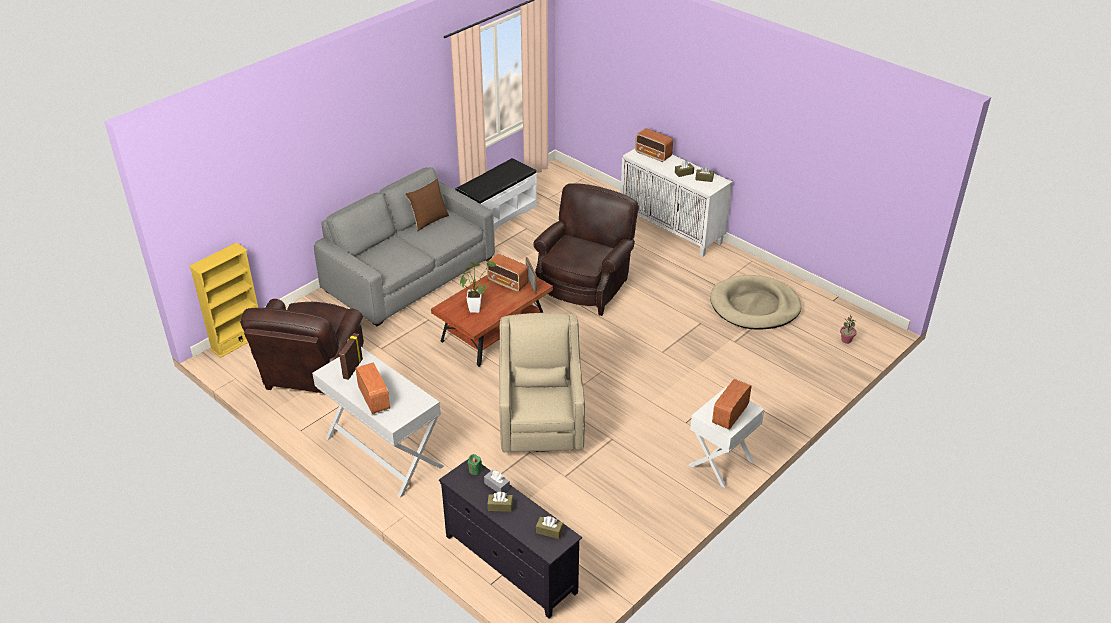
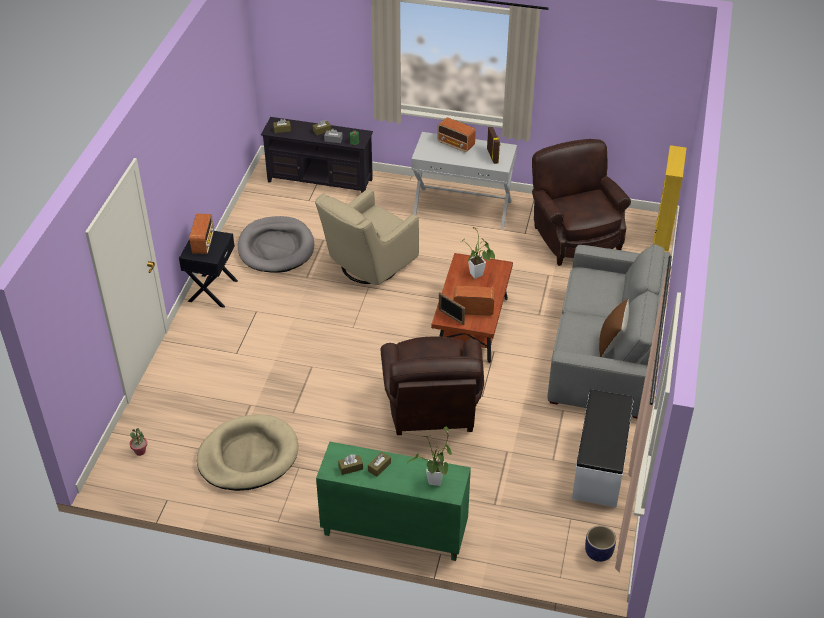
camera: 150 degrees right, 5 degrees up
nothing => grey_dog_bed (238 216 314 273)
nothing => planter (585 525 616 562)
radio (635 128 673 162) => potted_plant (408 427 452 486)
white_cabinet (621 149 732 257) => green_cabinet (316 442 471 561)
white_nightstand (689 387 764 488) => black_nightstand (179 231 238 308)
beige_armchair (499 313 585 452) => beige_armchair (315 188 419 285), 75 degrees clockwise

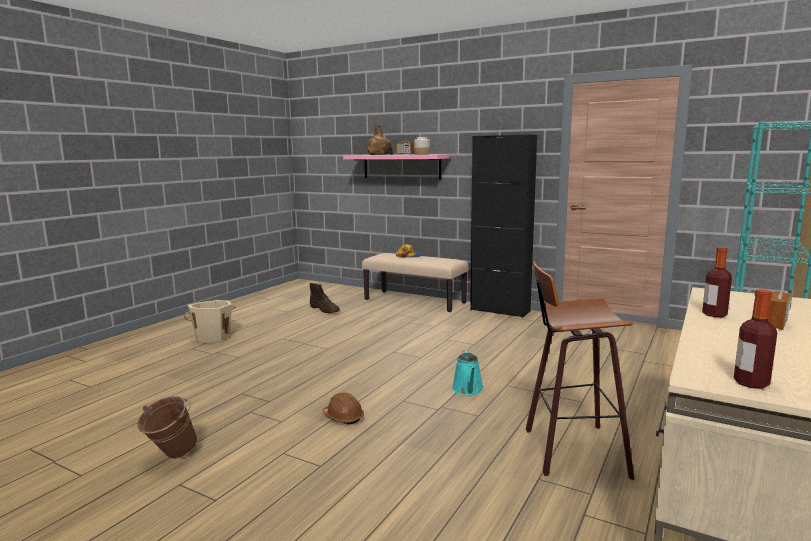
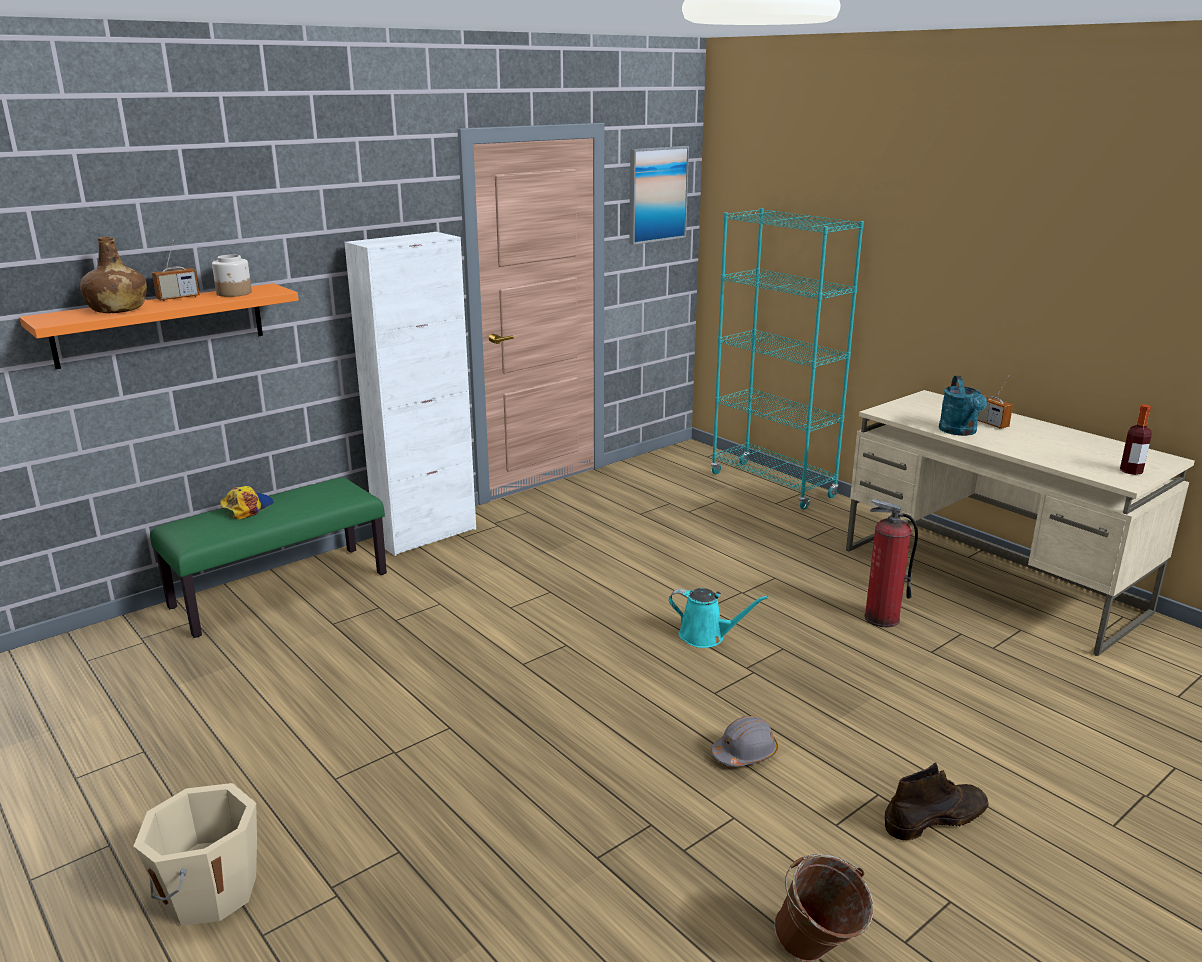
camera: 70 degrees left, 10 degrees up
nothing => picture (629 146 689 245)
brown_boot (310 283 340 313) => brown_boot (885 762 989 841), move
stool (526 261 634 480) => fire_extinguisher (864 498 918 627)
bottle (702 247 732 317) => turquoise_watering_can (939 376 987 436)
brown_hard_hat (323 392 364 424) => grey_hard_hat (711 716 778 766)
pink_shelf (343 154 449 179) => orange_shelf (19 283 299 369)
beige_bench (362 253 469 312) => green_bench (150 478 387 638)
black_cabinet (470 135 537 318) => white_cabinet (345 232 476 556)

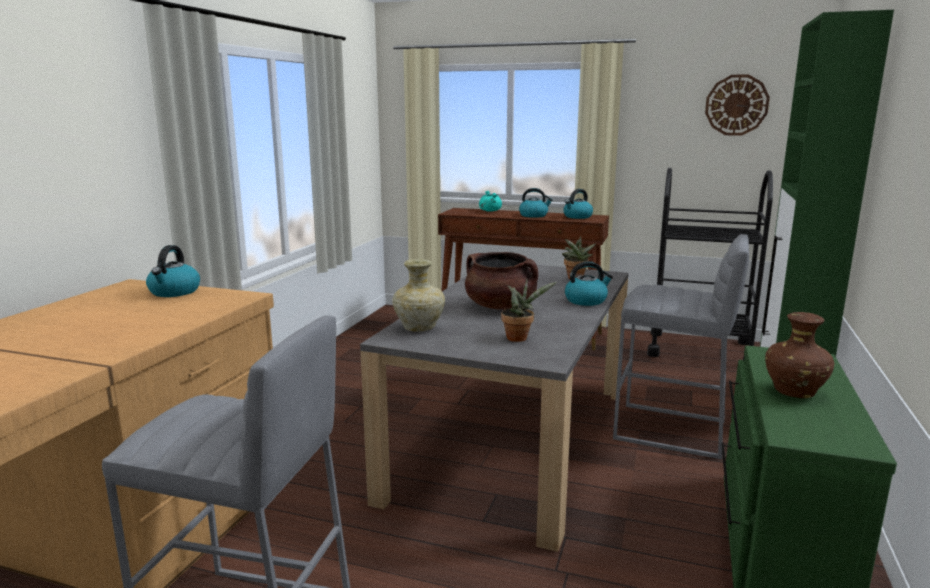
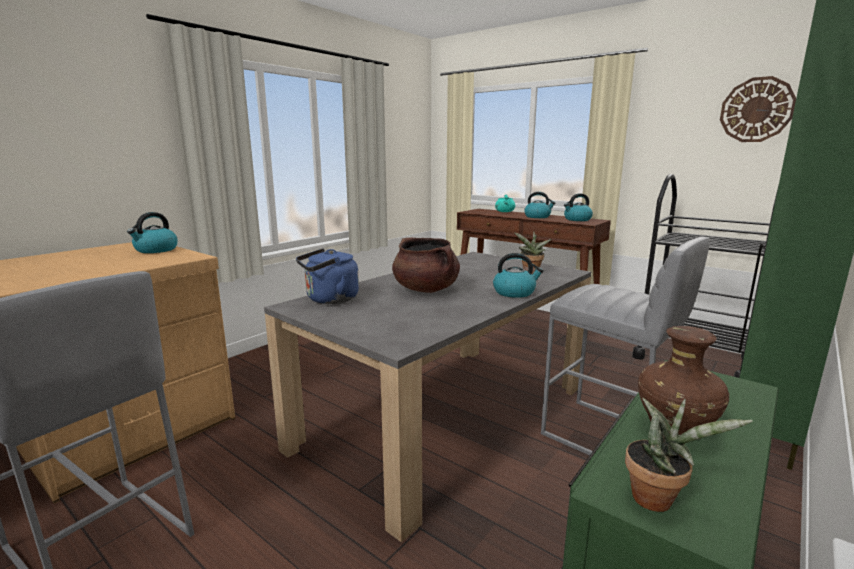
camera: 20 degrees right, 0 degrees up
potted_plant (501 279 557 342) => potted_plant (625 398 753 512), move
beige_vase (392 259 445 332) => blue_kettle (296 248 359 304)

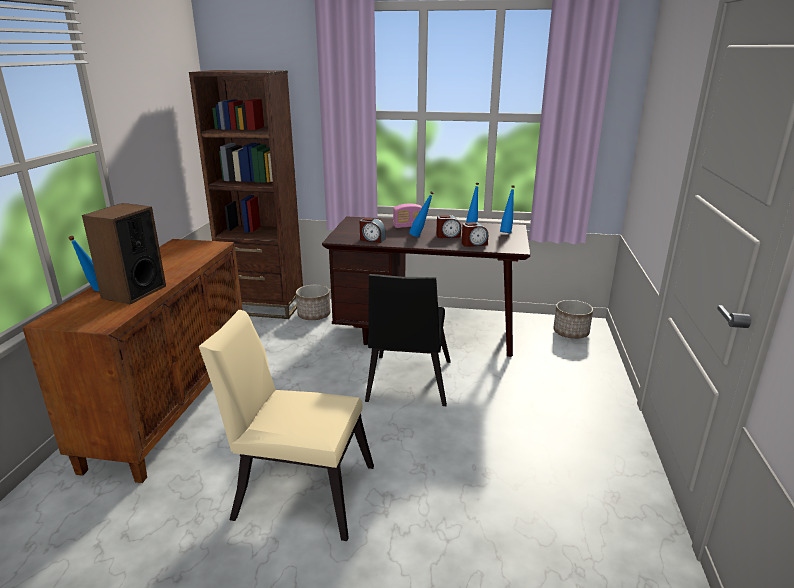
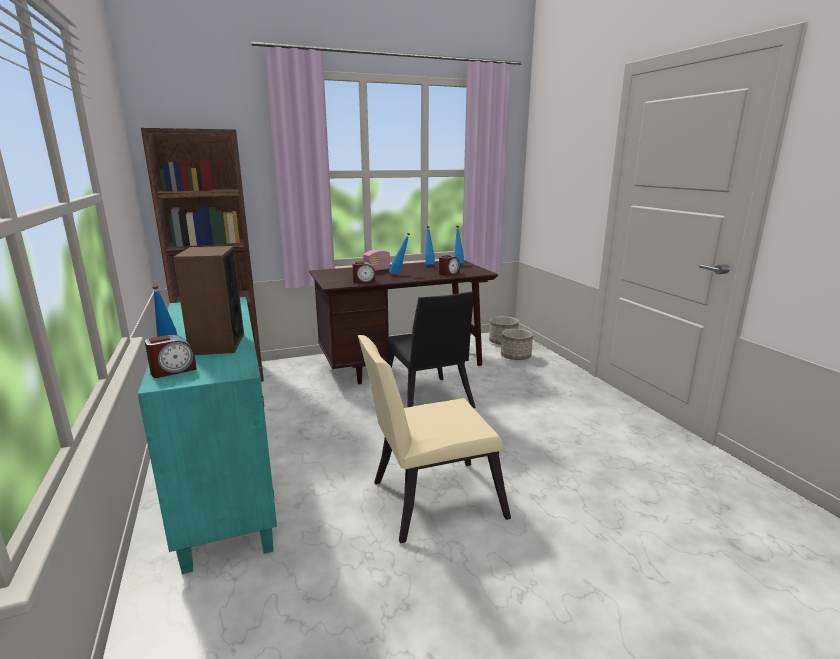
camera: 30 degrees left, 5 degrees down
planter (296 285 331 320) => planter (501 329 533 360), move
alarm_clock (436 215 461 238) => alarm_clock (145 335 197 378), move
brown_cabinet (22 239 243 483) => turquoise_cabinet (138 297 277 574)

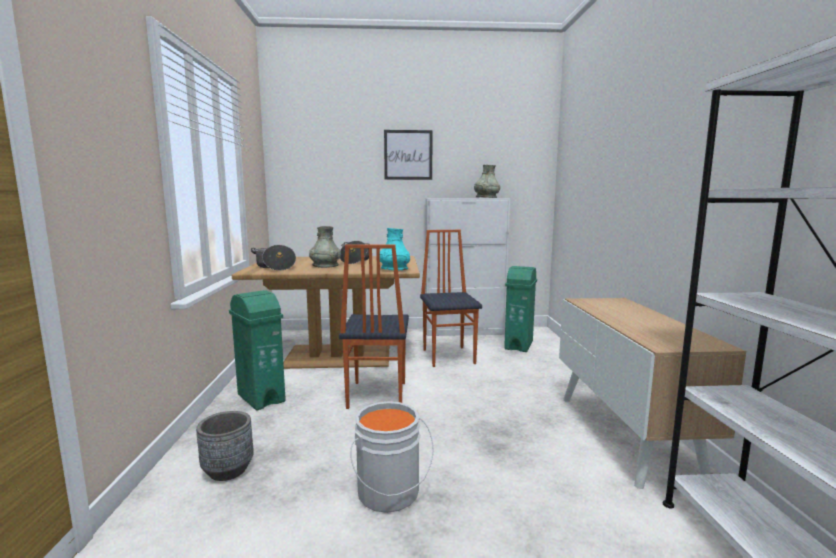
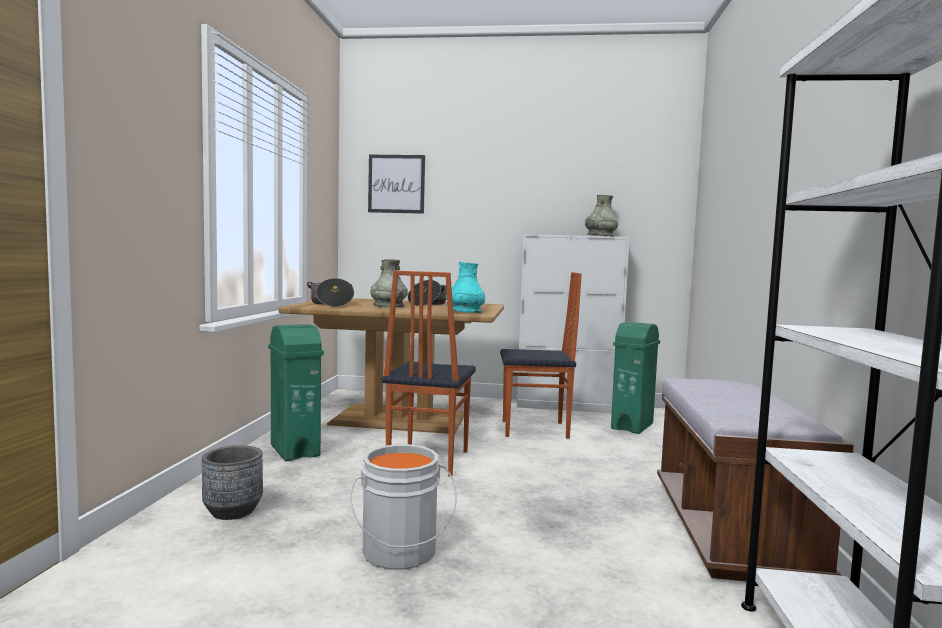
camera: 10 degrees right, 5 degrees down
picture (384 130 433 180) => picture (368 155 425 214), move
cabinet (559 298 746 489) => brown_bench (657 378 854 581)
chair (420 230 482 367) => chair (500 272 582 439), 90 degrees clockwise

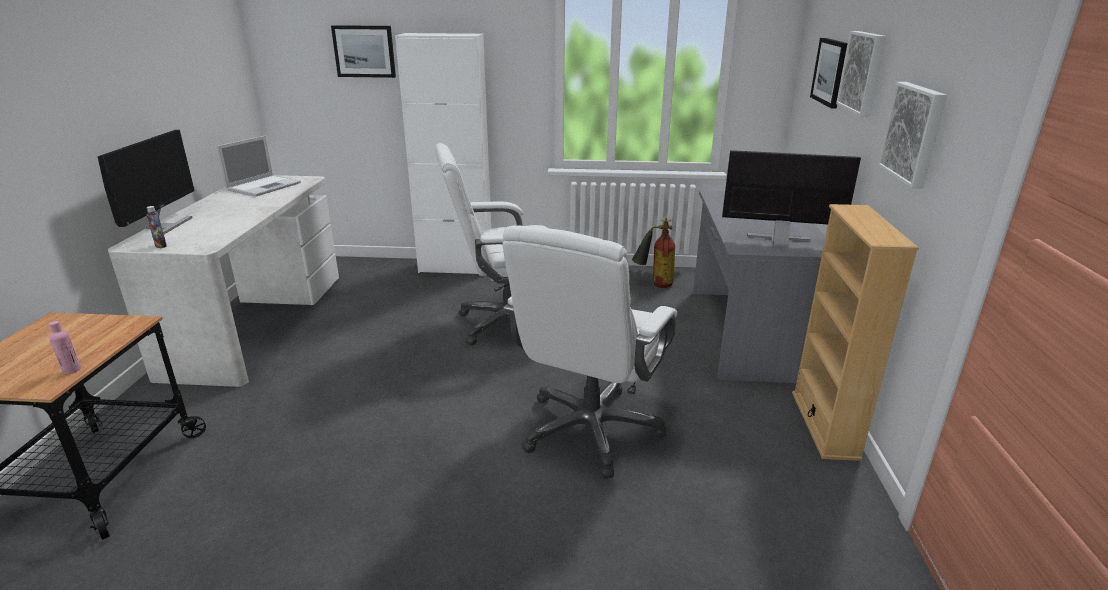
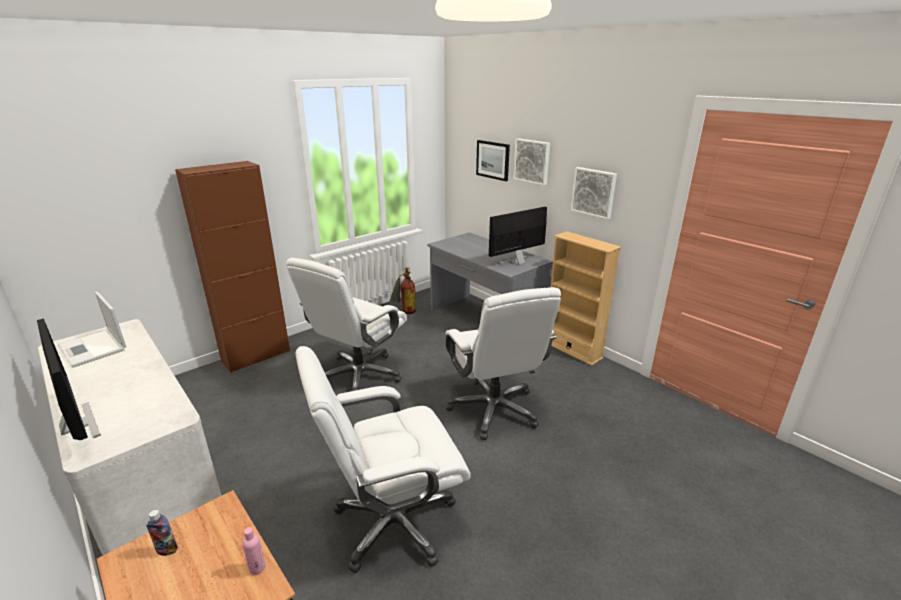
camera: 45 degrees left, 0 degrees up
picture (331 25 396 78) => nothing
nothing => white_office_chair (295 346 471 573)
bottle (146 206 167 248) => bottle (146 510 178 556), move
white_cabinet (395 33 491 274) => brown_cabinet (175 161 290 373)
laptop (217 136 301 197) => laptop (58 292 126 368), 150 degrees clockwise

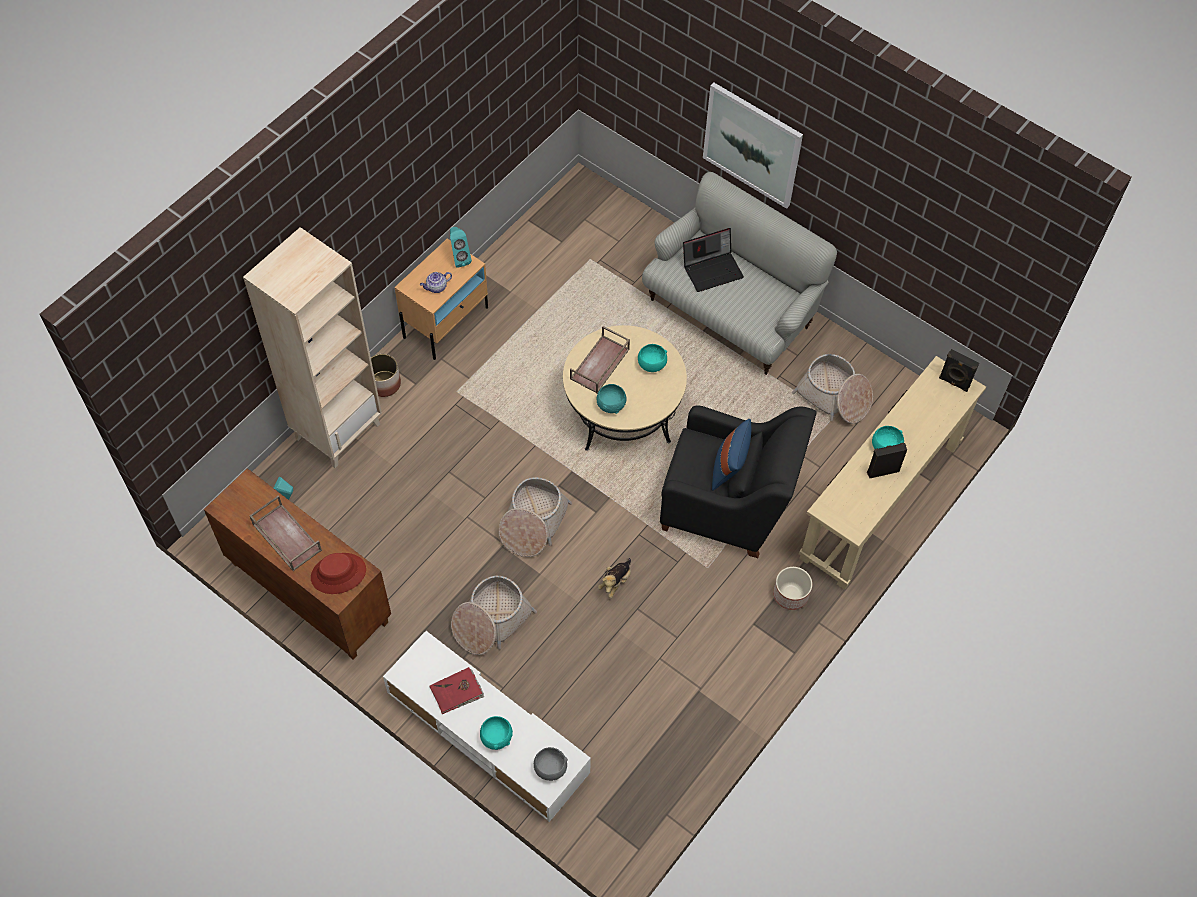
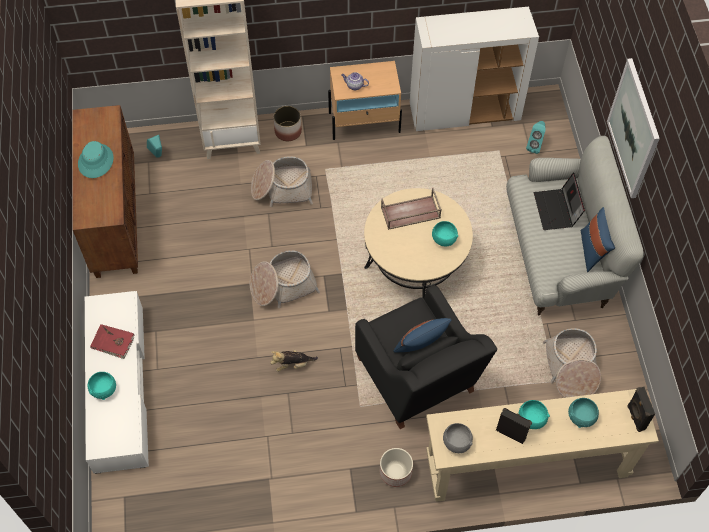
camera: 45 degrees right, 0 degrees up
red_hat (311 553 366 594) => nothing
nothing => white_cabinet (410 7 539 131)
nothing => blue_pillow (581 207 615 272)
turquoise_speaker (450 227 472 268) => turquoise_speaker (526 121 546 154), move
basket (451 576 537 655) => basket (251 156 313 207), move
grey_bowl (534 747 568 781) => grey_bowl (443 423 473 453), move
turquoise_bowl (597 384 626 414) => turquoise_bowl (568 398 599 428), move
brown_tray (249 495 322 571) => turquoise_hat (78 141 114 178)
laptop (683 228 744 292) => laptop (534 172 585 230), 60 degrees clockwise

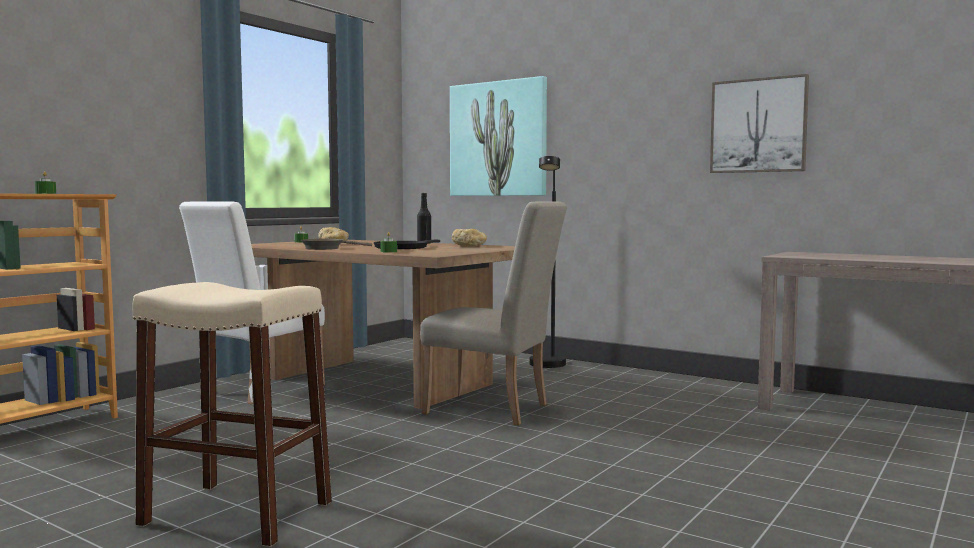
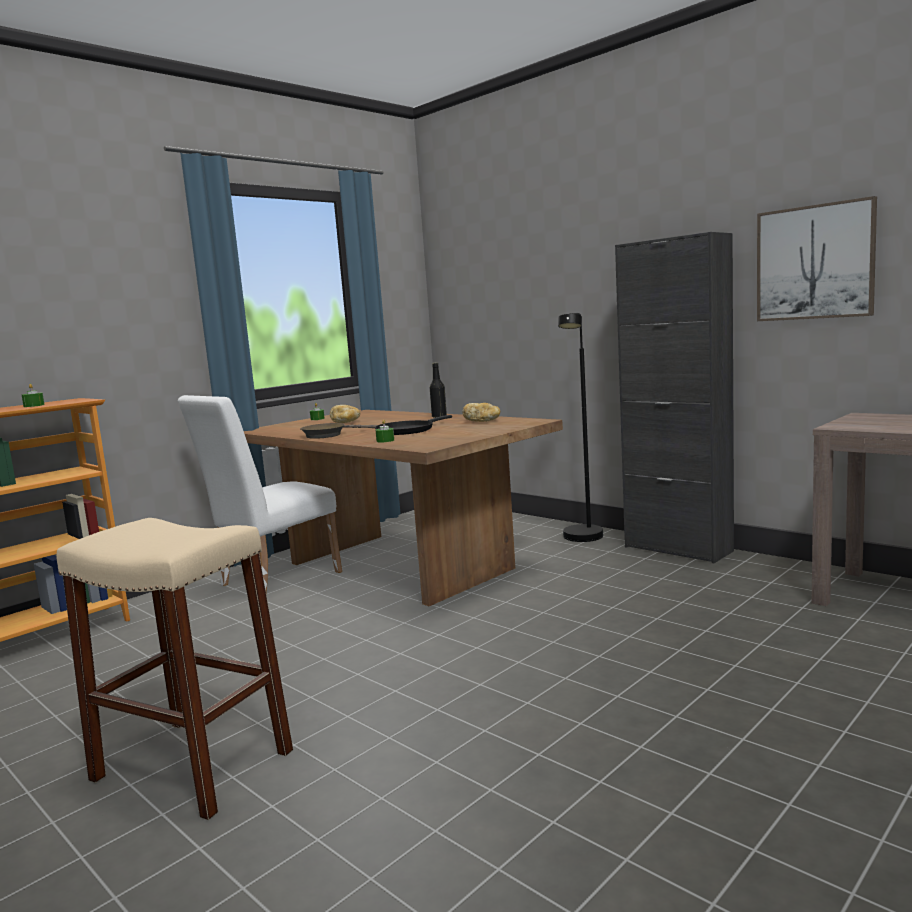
camera: 10 degrees right, 5 degrees up
beige_chair (420 202 567 425) => nothing
picture (450 76 547 196) => nothing
nothing => black_cabinet (615 232 734 563)

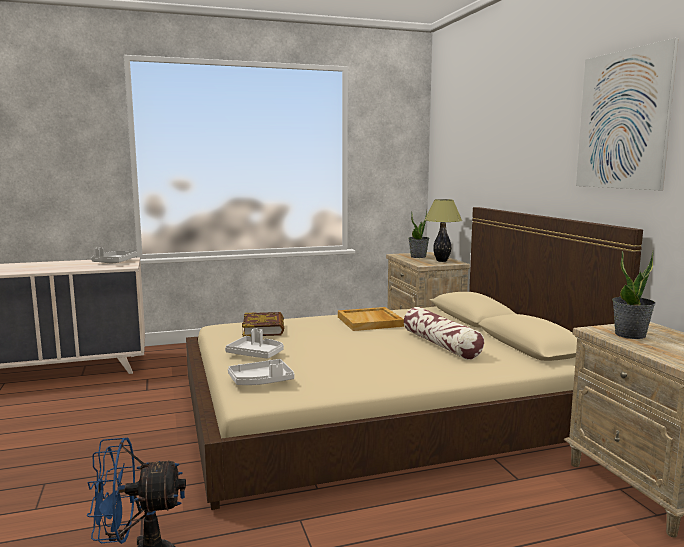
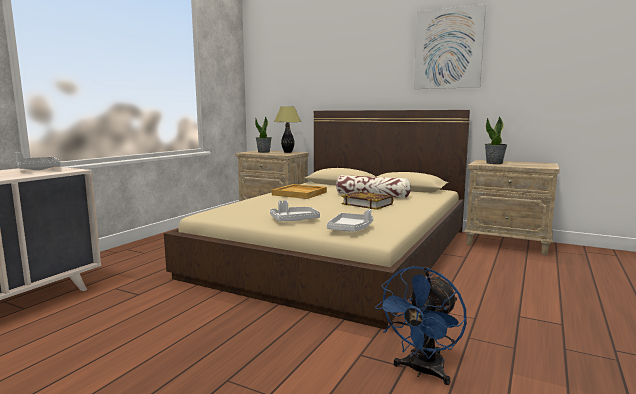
camera: 45 degrees left, 0 degrees up
book (242 312 284 337) => book (341 191 394 210), move

